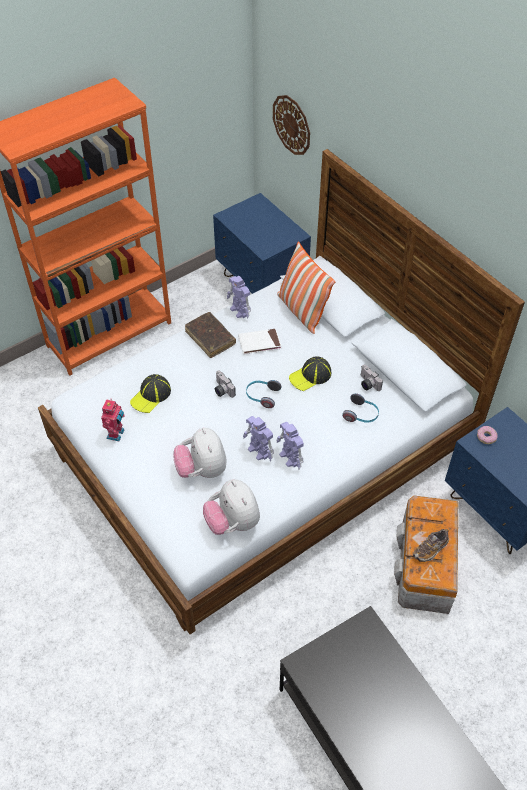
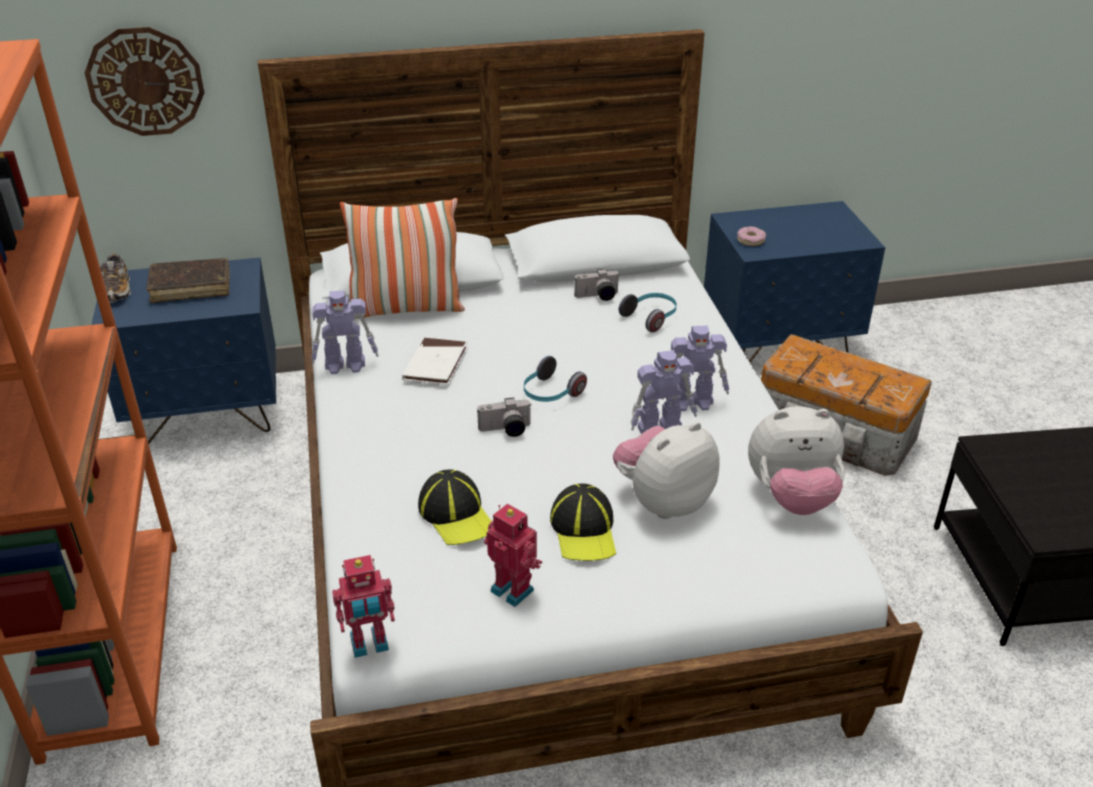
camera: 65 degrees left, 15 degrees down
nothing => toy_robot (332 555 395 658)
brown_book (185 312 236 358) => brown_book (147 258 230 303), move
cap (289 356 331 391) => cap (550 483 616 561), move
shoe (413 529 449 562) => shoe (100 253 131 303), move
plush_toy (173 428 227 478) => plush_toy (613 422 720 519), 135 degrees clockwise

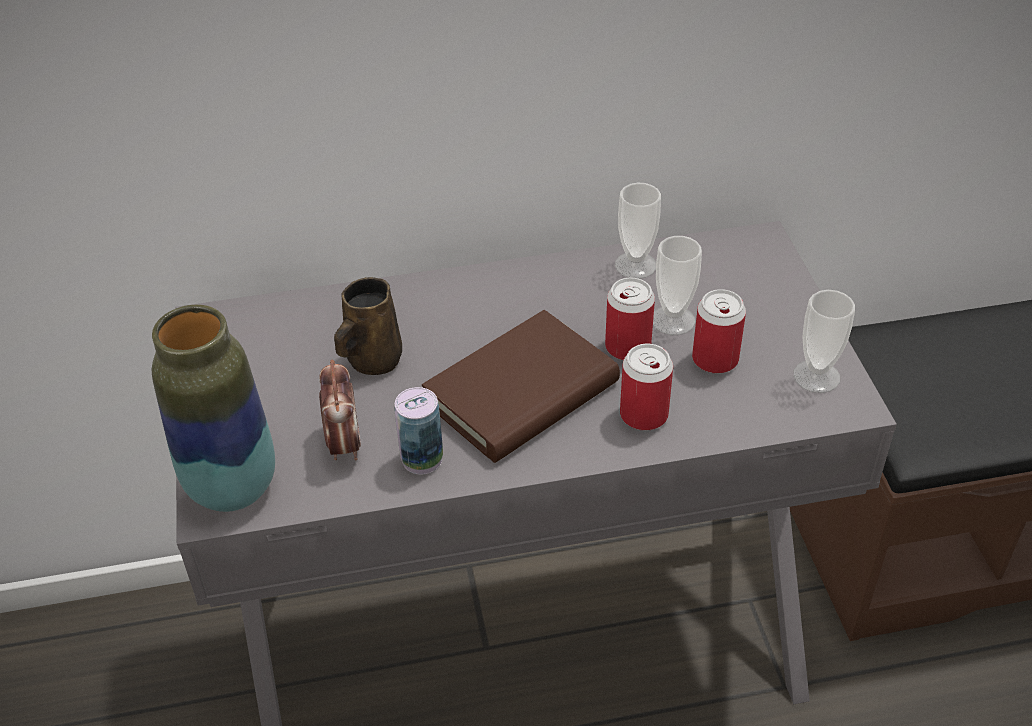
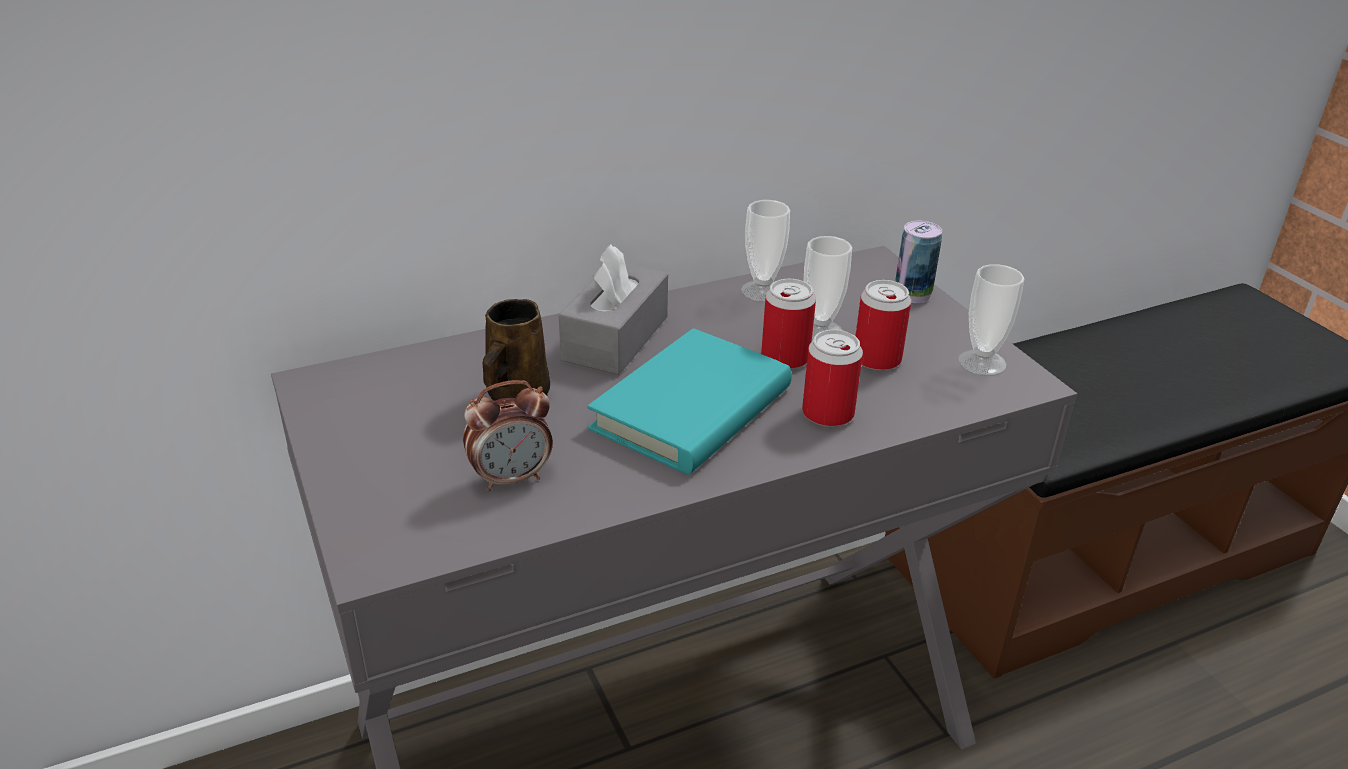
camera: 15 degrees left, 10 degrees down
vase (152 305 275 512) => nothing
nothing => grey_tissue_box (559 244 668 375)
can (394 387 443 475) => can (895 221 942 303), move
brown_book (422 310 620 463) => turquoise_book (587 328 792 475)
alarm_clock (319 360 361 460) => alarm_clock (463 380 553 492), 90 degrees clockwise

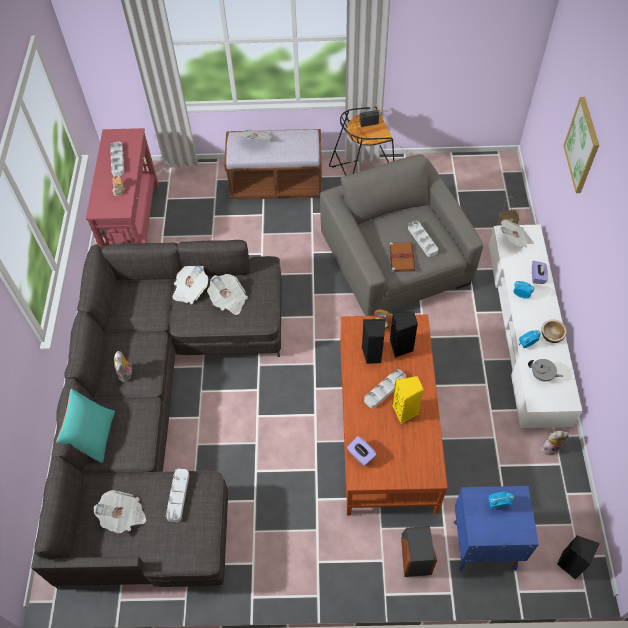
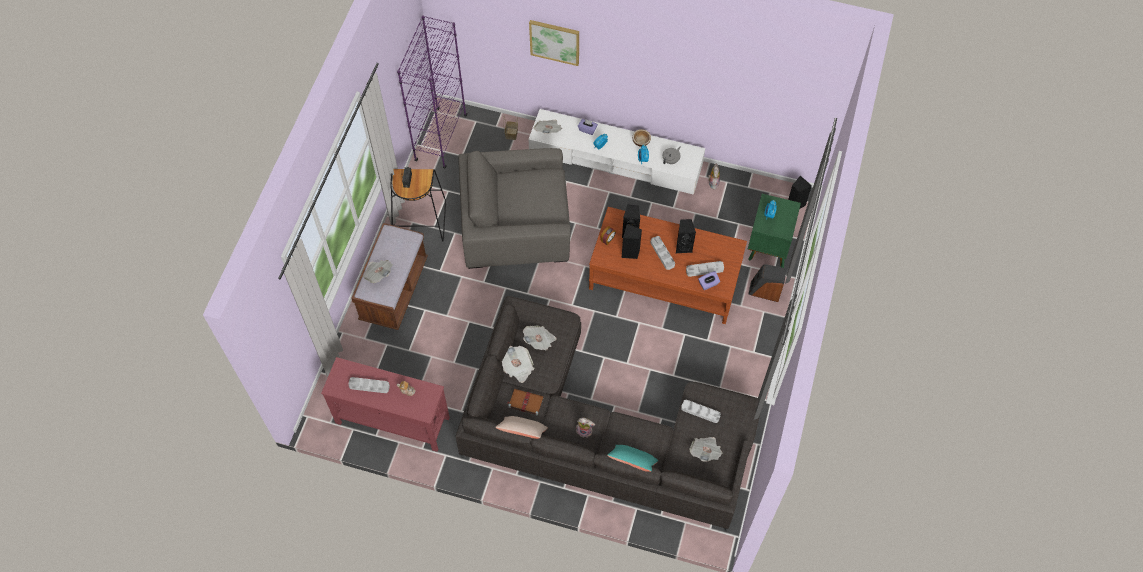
camera: 75 degrees left, 5 degrees up
nothing => purple_bookcase (397 15 467 168)
nothing => beige_pillow (495 416 548 439)
brown_book (389 242 415 273) => brown_book (507 388 544 416), move
grey_tray (408 221 438 257) => grey_tray (686 261 724 277), move
yellow_speaker (392 376 424 424) => black_speaker (676 219 696 253)
blue_nightstand (453 486 539 572) => green_nightstand (748 194 801 268)

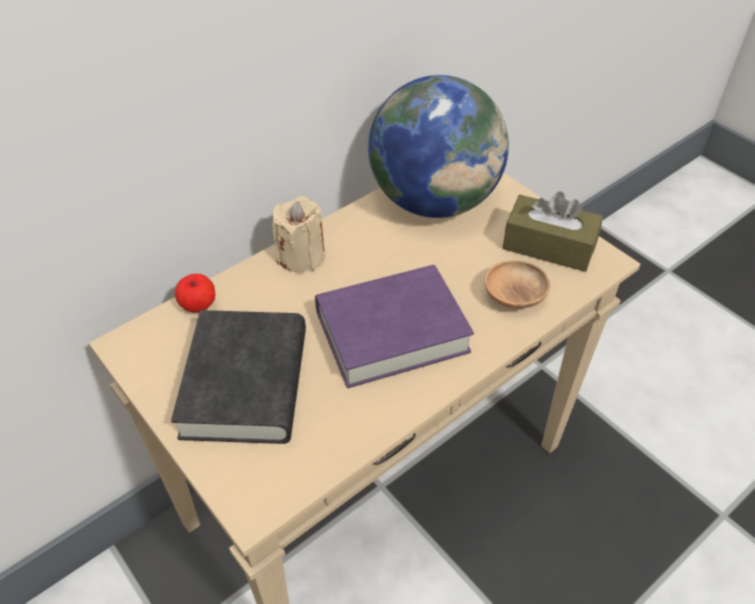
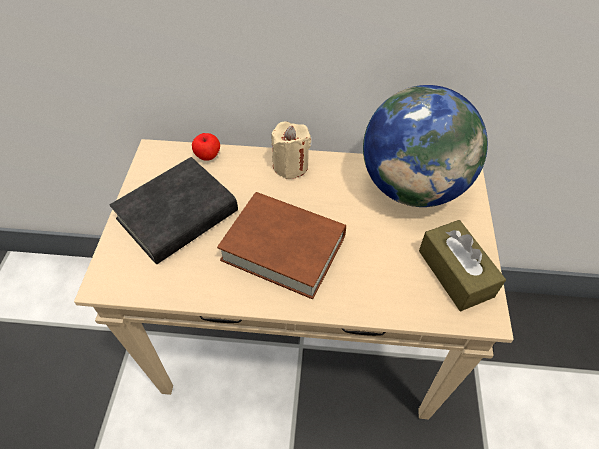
camera: 45 degrees right, 5 degrees up
brown_bowl (484 260 550 309) => nothing
purple_book (315 265 474 388) => brown_book (217 192 346 299)

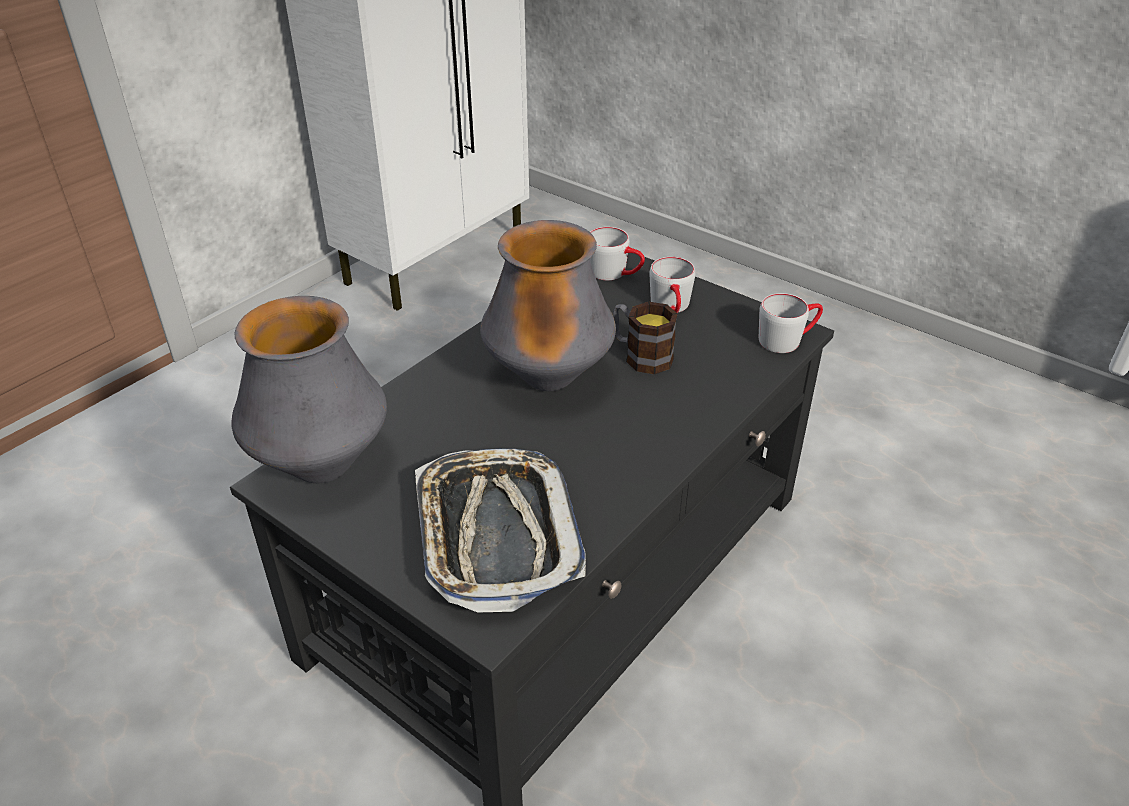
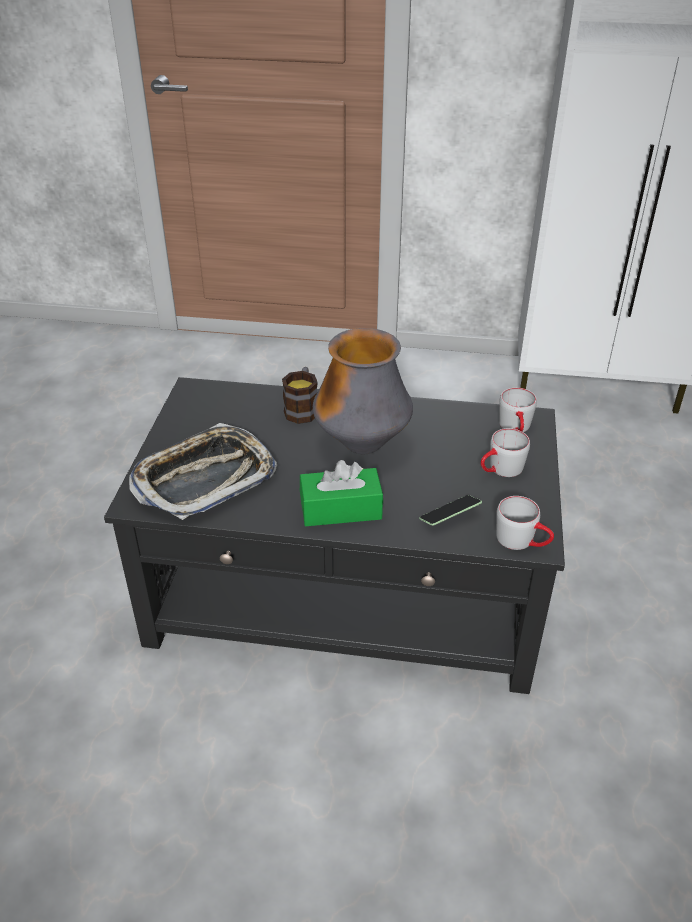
camera: 60 degrees right, 0 degrees up
vase (231 296 387 483) => nothing
nothing => green_tissue_box (300 460 383 526)
nothing => phone (419 495 482 526)
mug (613 302 678 375) => mug (282 367 318 424), move

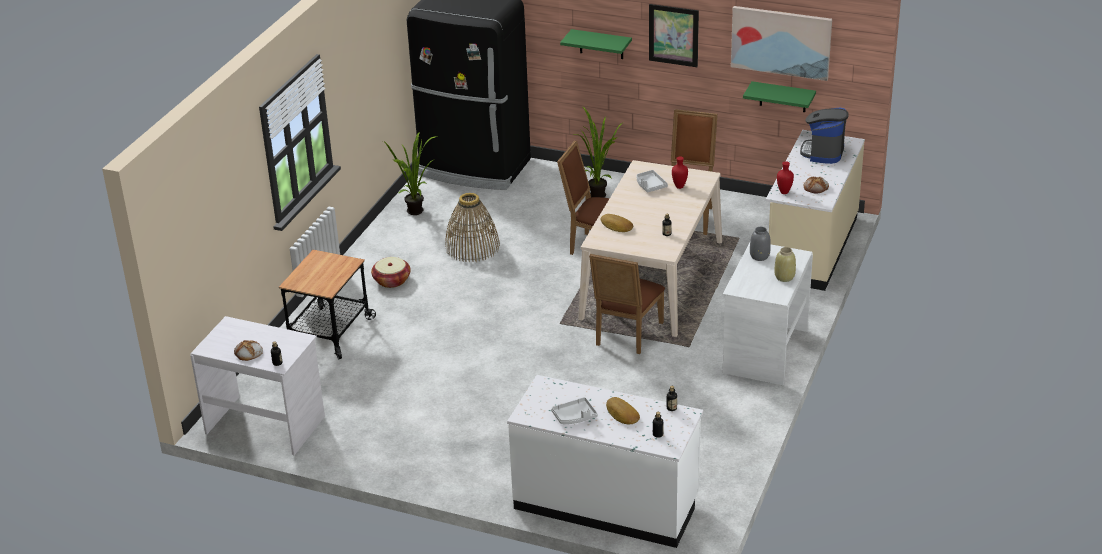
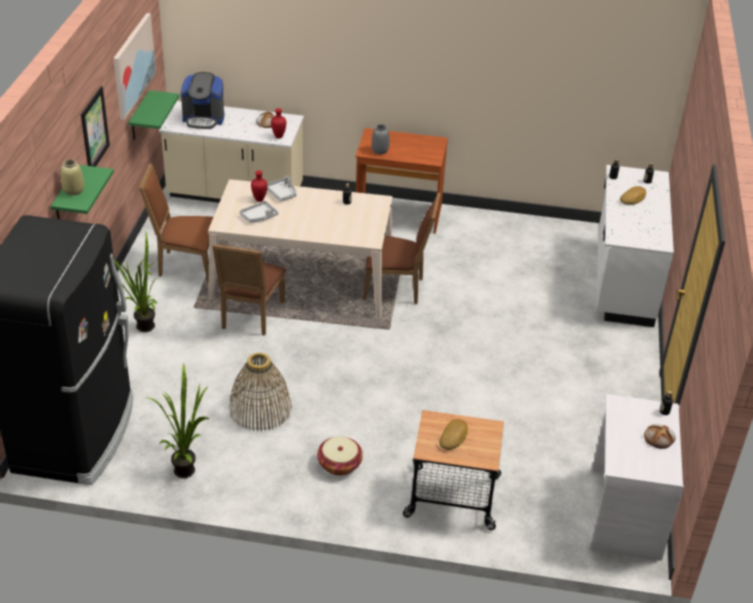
camera: 105 degrees left, 5 degrees up
grey_tray (551 397 598 424) => grey_tray (267 176 297 202), move
bread (601 214 633 232) => bread (439 419 468 450), move
beige_vase (774 247 796 282) => beige_vase (61 159 84 196), move
white_desk (723 243 813 386) => brown_desk (355 128 448 234)

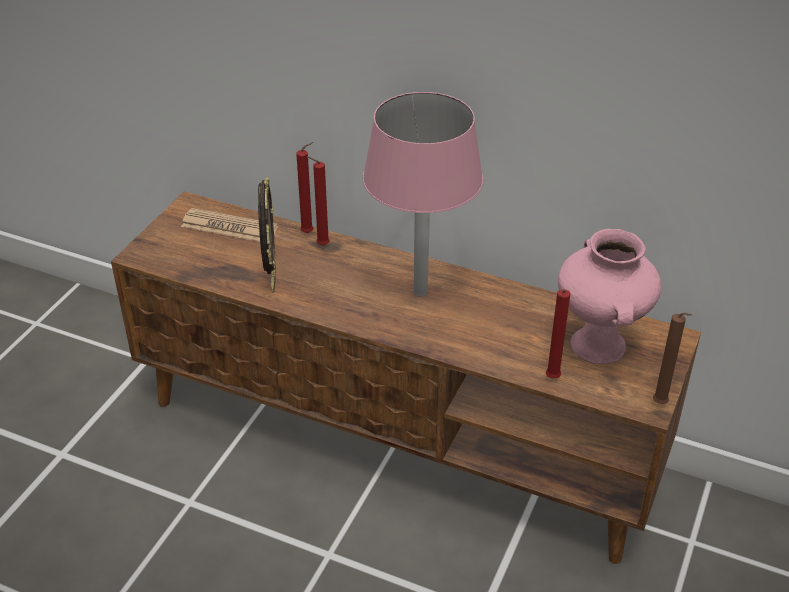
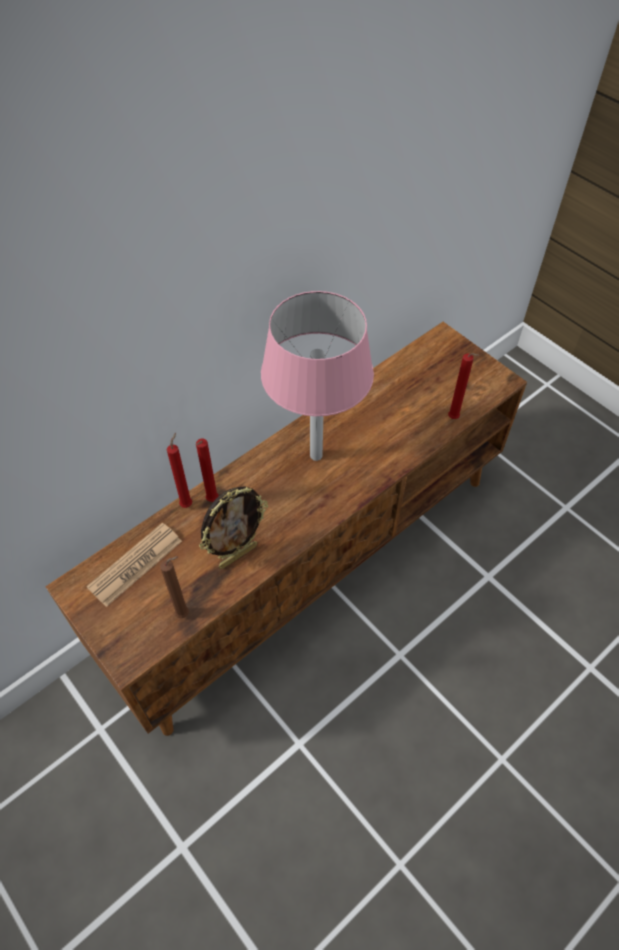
camera: 65 degrees left, 15 degrees up
pink_vase (558 229 661 364) => nothing
brown_candle (653 312 692 404) => brown_candle (160 556 189 618), move
picture_frame (258 177 276 293) => picture_frame (199 486 268 569), 120 degrees clockwise

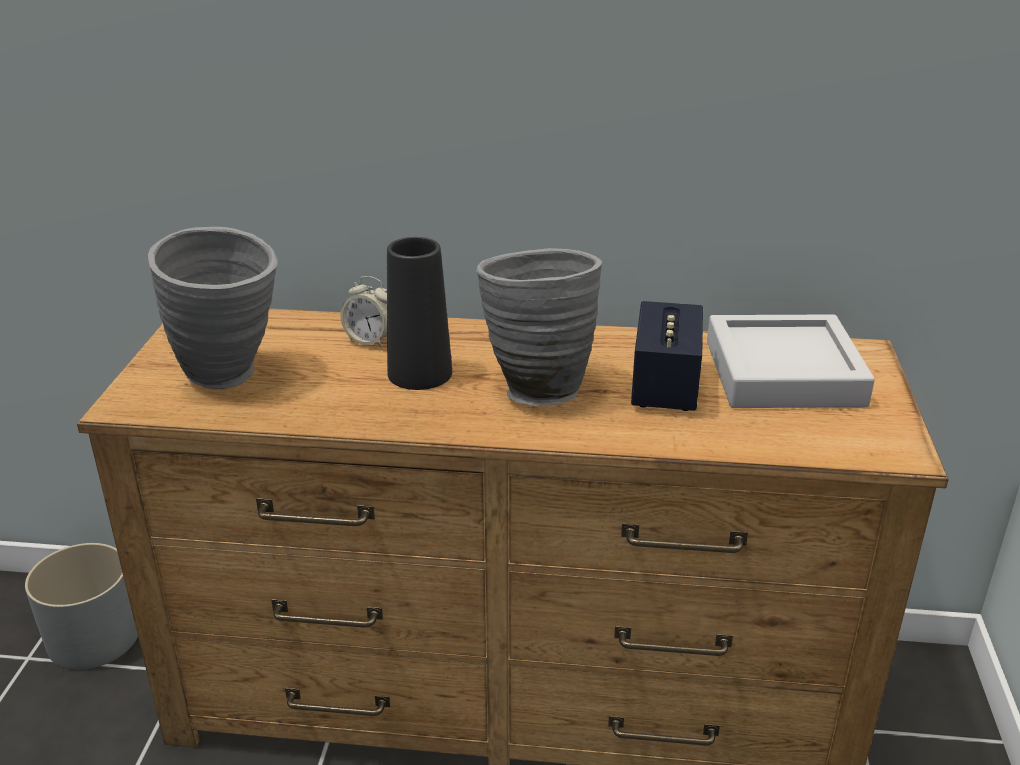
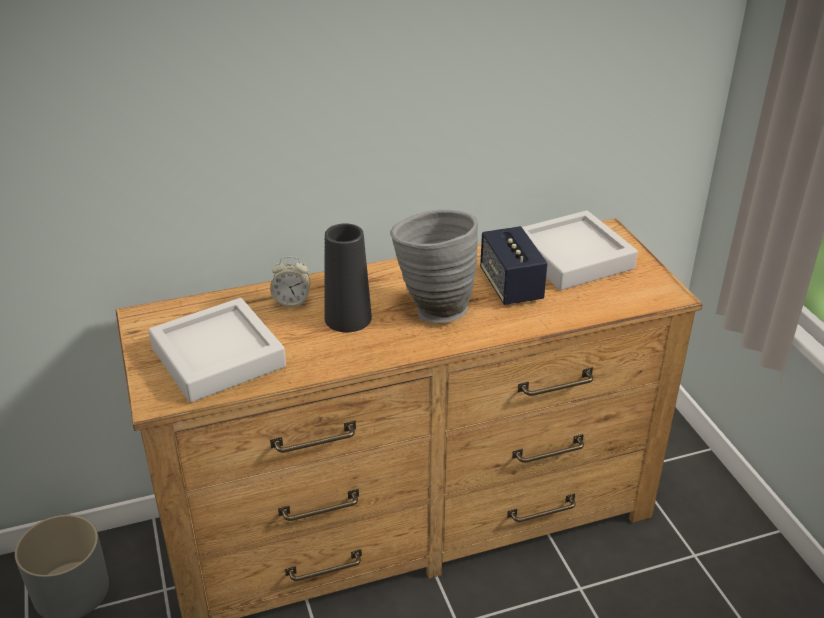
camera: 25 degrees left, 5 degrees up
grey_vase (148 227 278 389) => grey_tray (148 298 286 403)

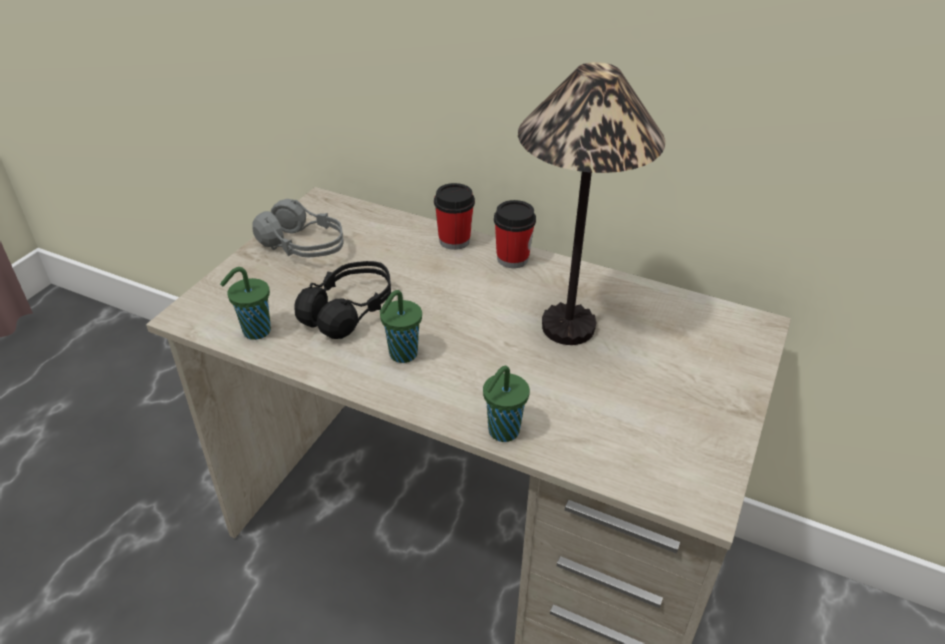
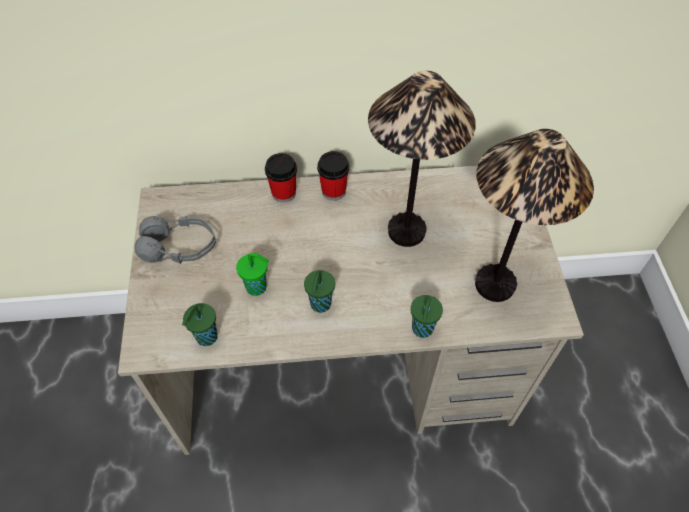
camera: 30 degrees left, 15 degrees up
nothing => table_lamp (475 129 594 302)
black_headphones (294 261 391 339) => green_cup (236 253 269 296)

